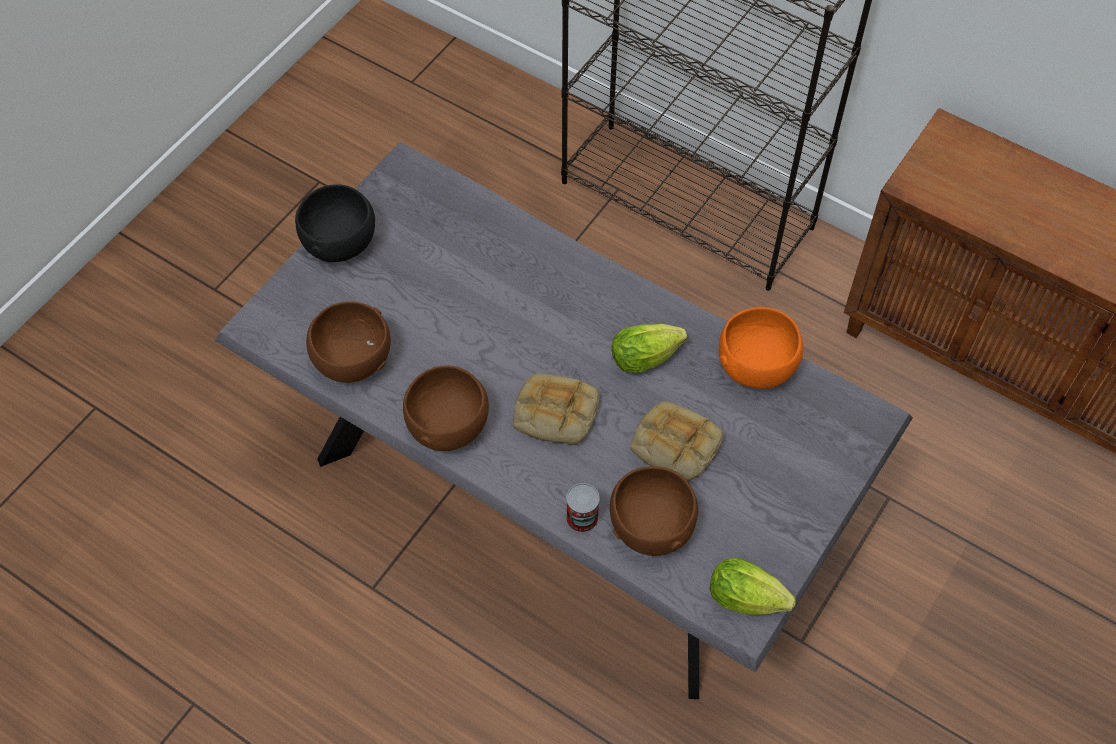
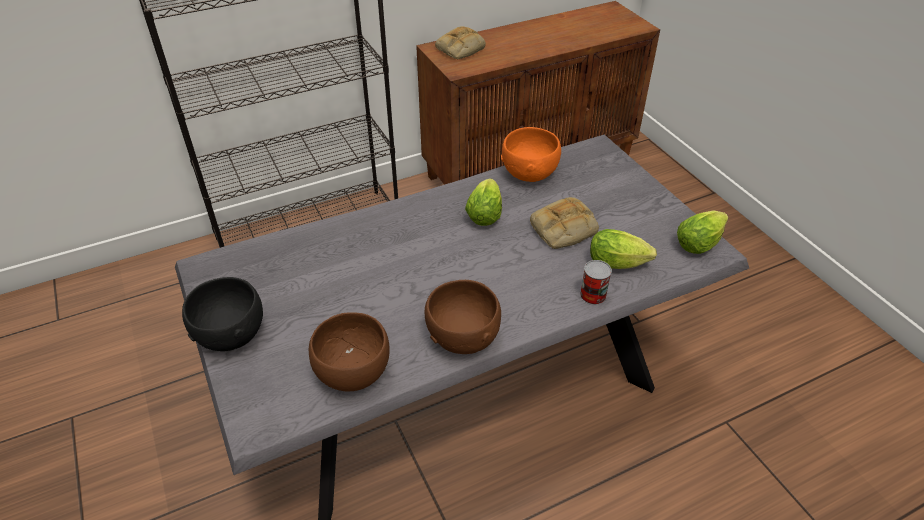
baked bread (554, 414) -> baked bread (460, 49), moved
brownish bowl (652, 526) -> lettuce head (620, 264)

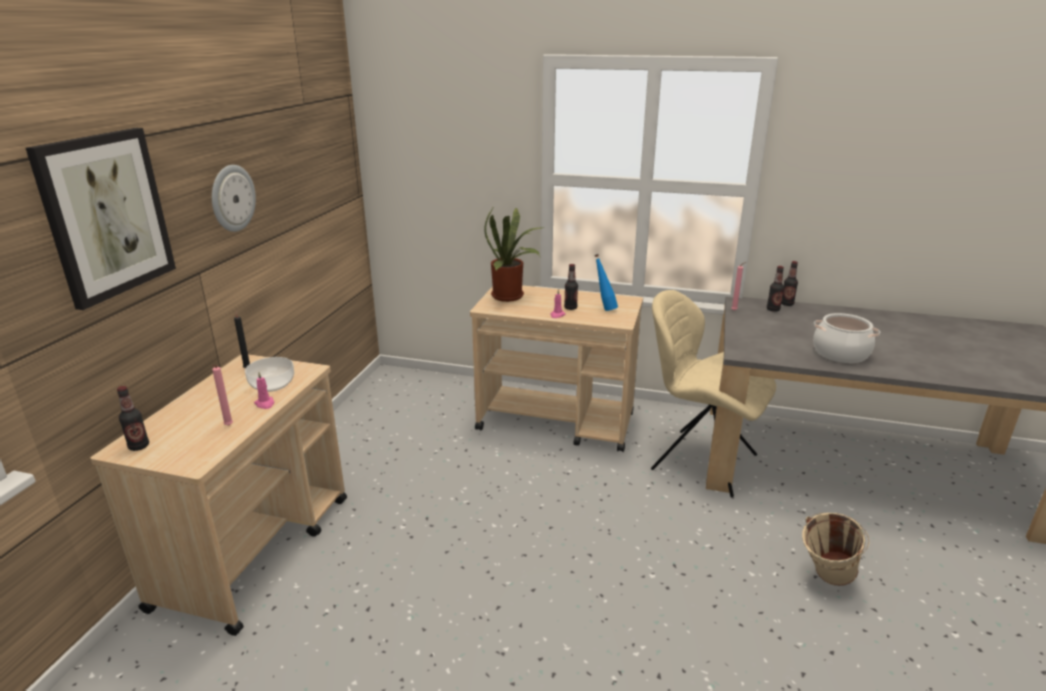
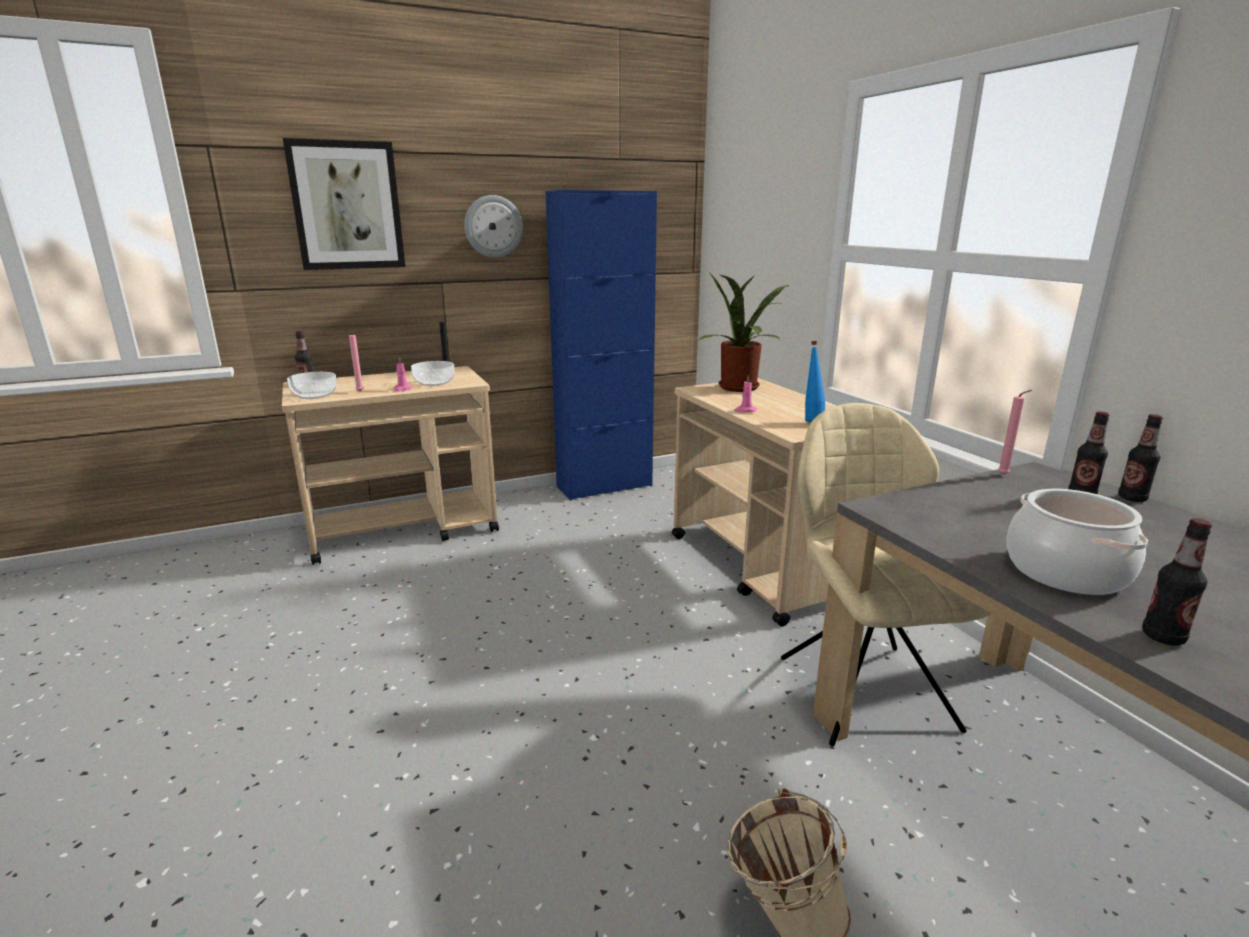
beverage bottle (570, 308) -> beverage bottle (1163, 637), moved
none -> bowl (314, 395)
none -> blue-coloured storage cabinet (604, 486)

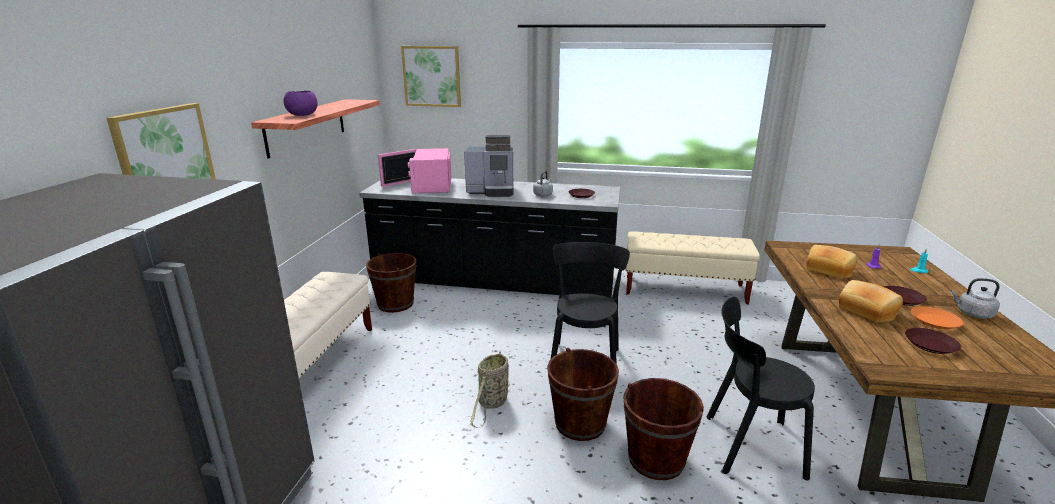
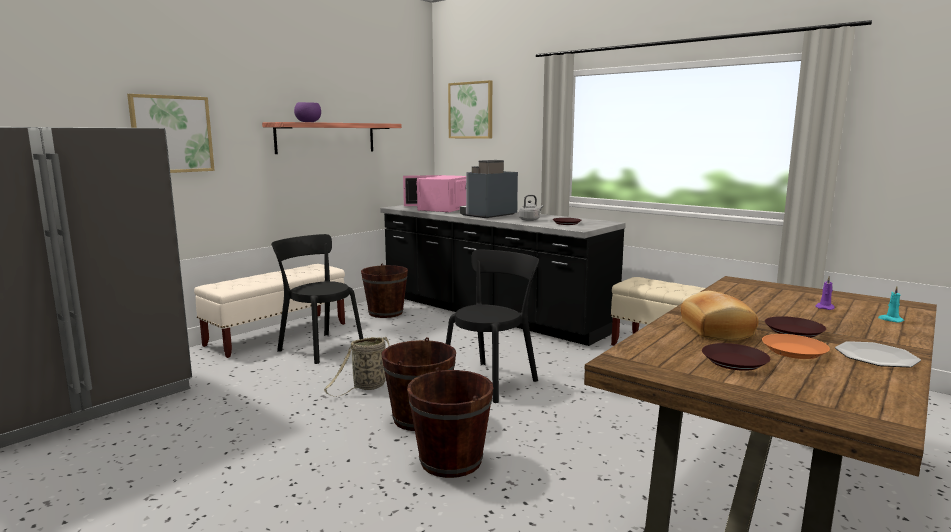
coffee brewer (492, 191) -> coffee brewer (488, 215), 105 degrees clockwise
black chair (748, 445) -> black chair (319, 347), moved
baked bread (829, 270) -> none
grey kettle (972, 313) -> flat dish (876, 357)

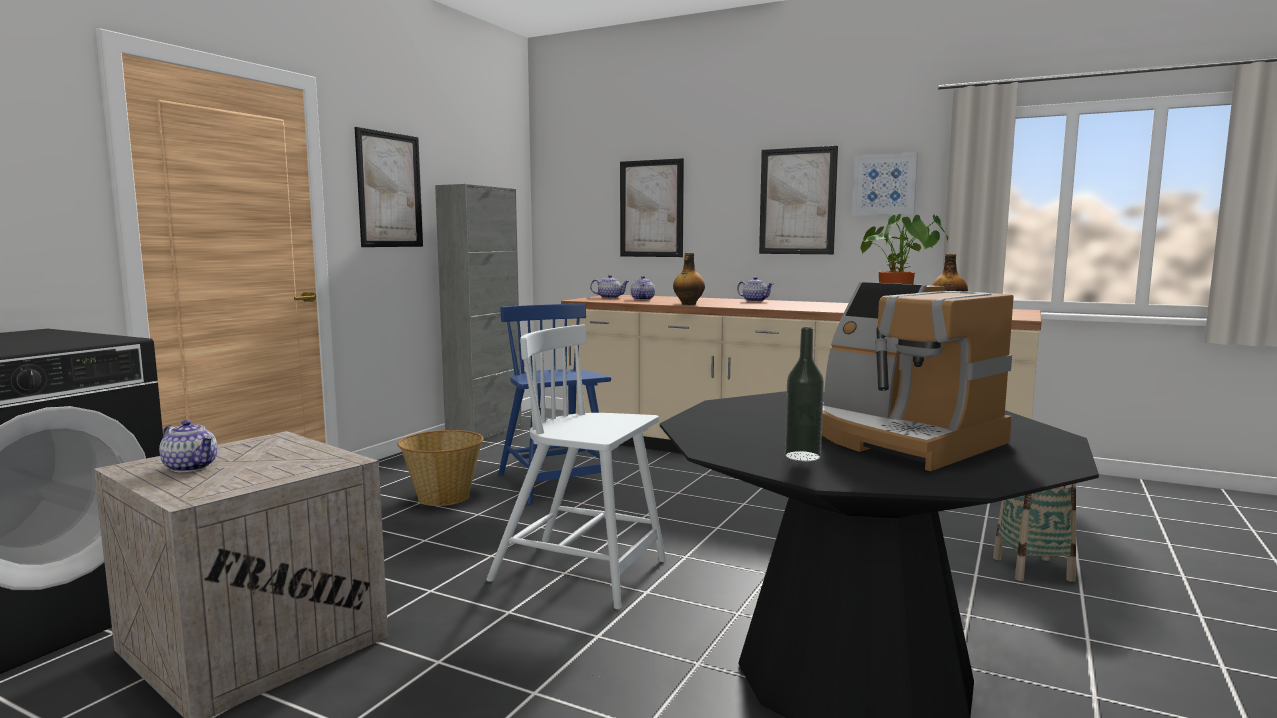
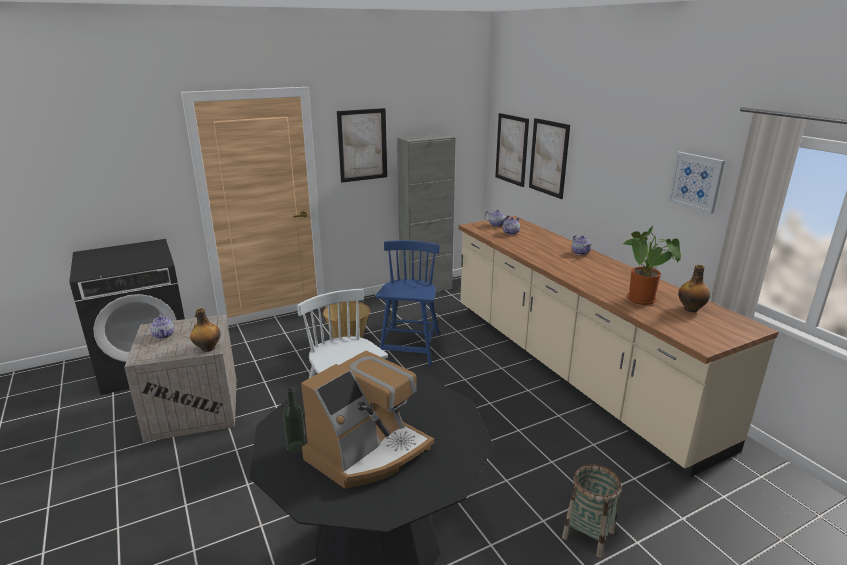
beverage bottle (688, 304) -> beverage bottle (207, 348), moved
wall picture (797, 201) -> wall picture (511, 149), moved
coffee brewer (900, 439) -> coffee brewer (368, 452), 135 degrees counterclockwise

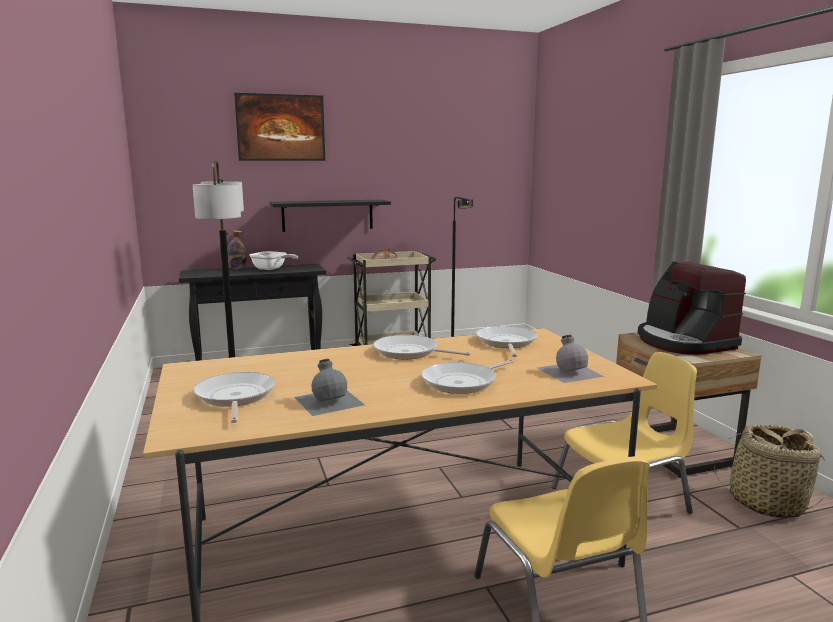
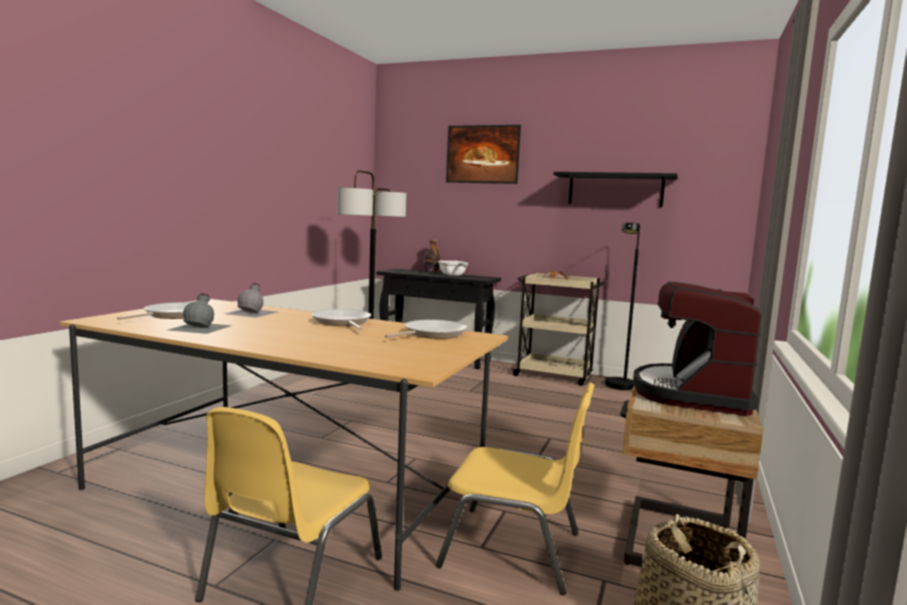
black wall shelf (327, 215) -> black wall shelf (615, 190), moved
pan (463, 382) -> none
grey beverage bottle (569, 371) -> grey beverage bottle (252, 312), moved

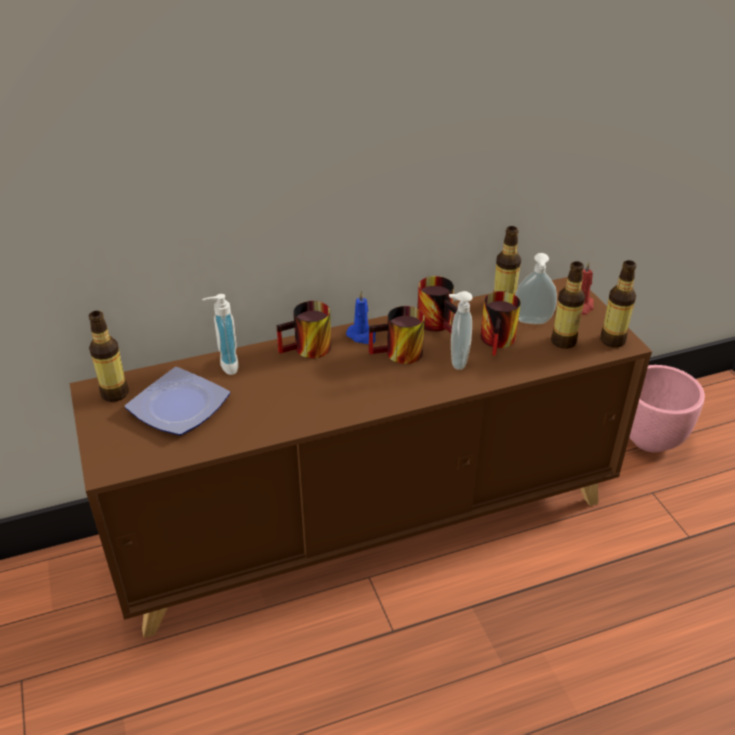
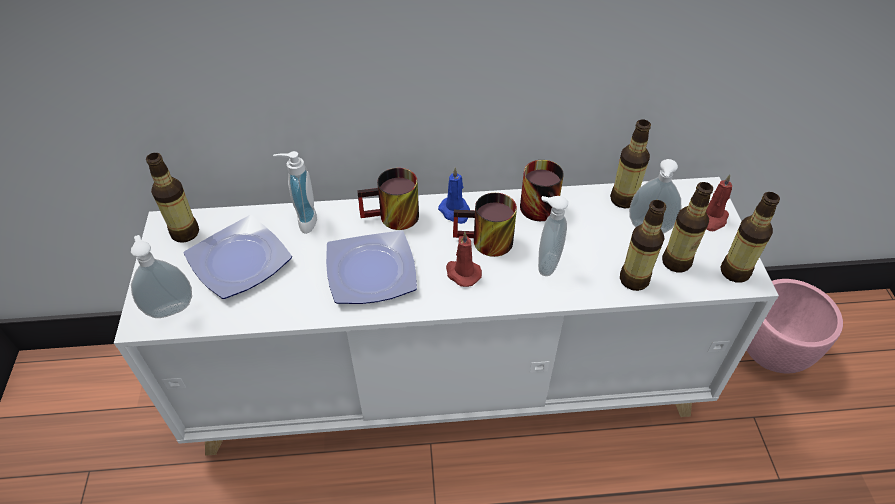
brownish storage cabinet (369, 522) -> white storage cabinet (449, 382)
mug (500, 341) -> none
none -> soap bottle (170, 307)
none -> flat dish (369, 271)
none -> reddish wax light (462, 273)
none -> beverage bottle (634, 280)

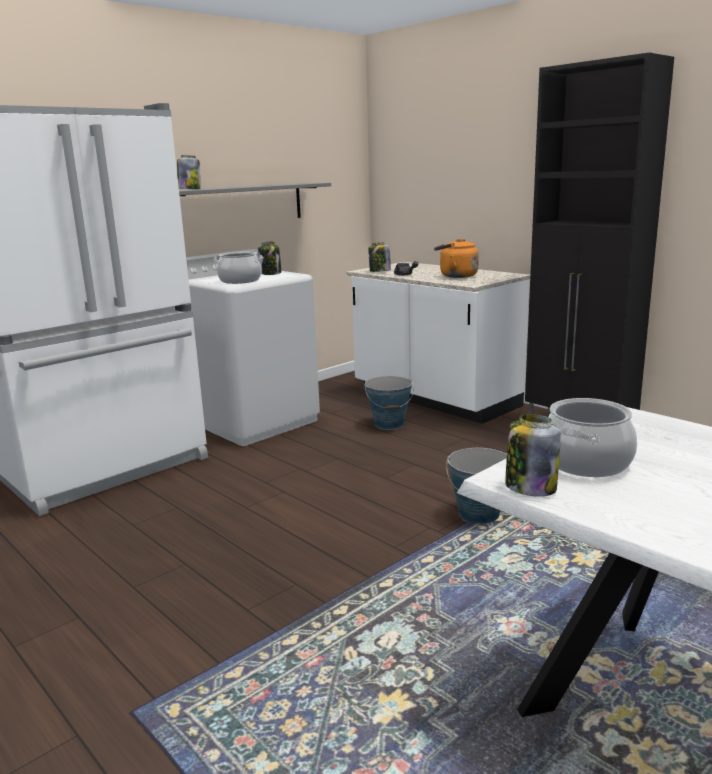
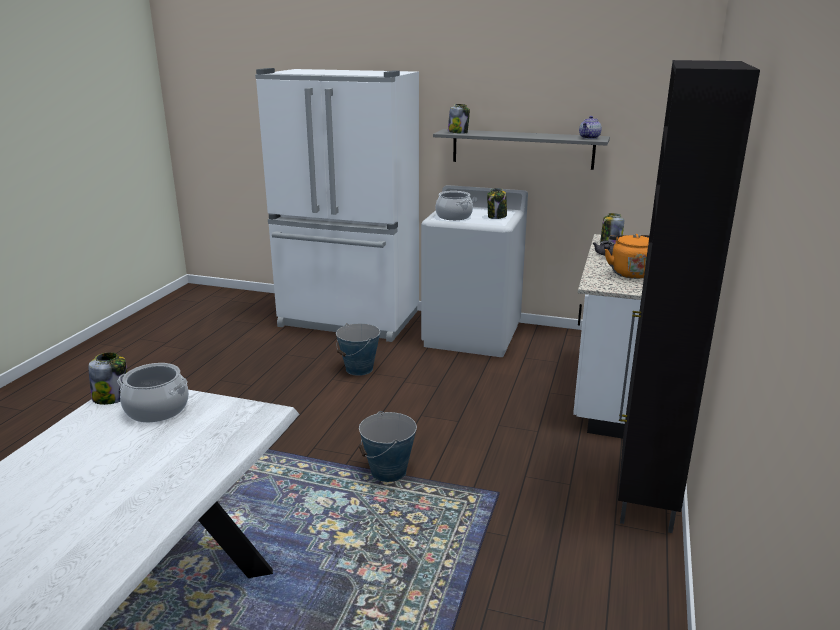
pail (389, 424) -> pail (359, 369), moved
none -> tea pot (589, 138)

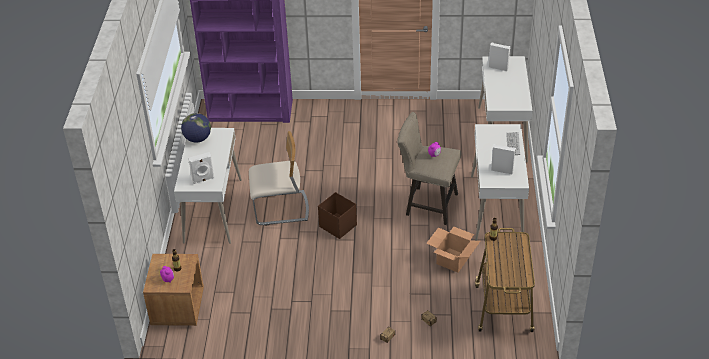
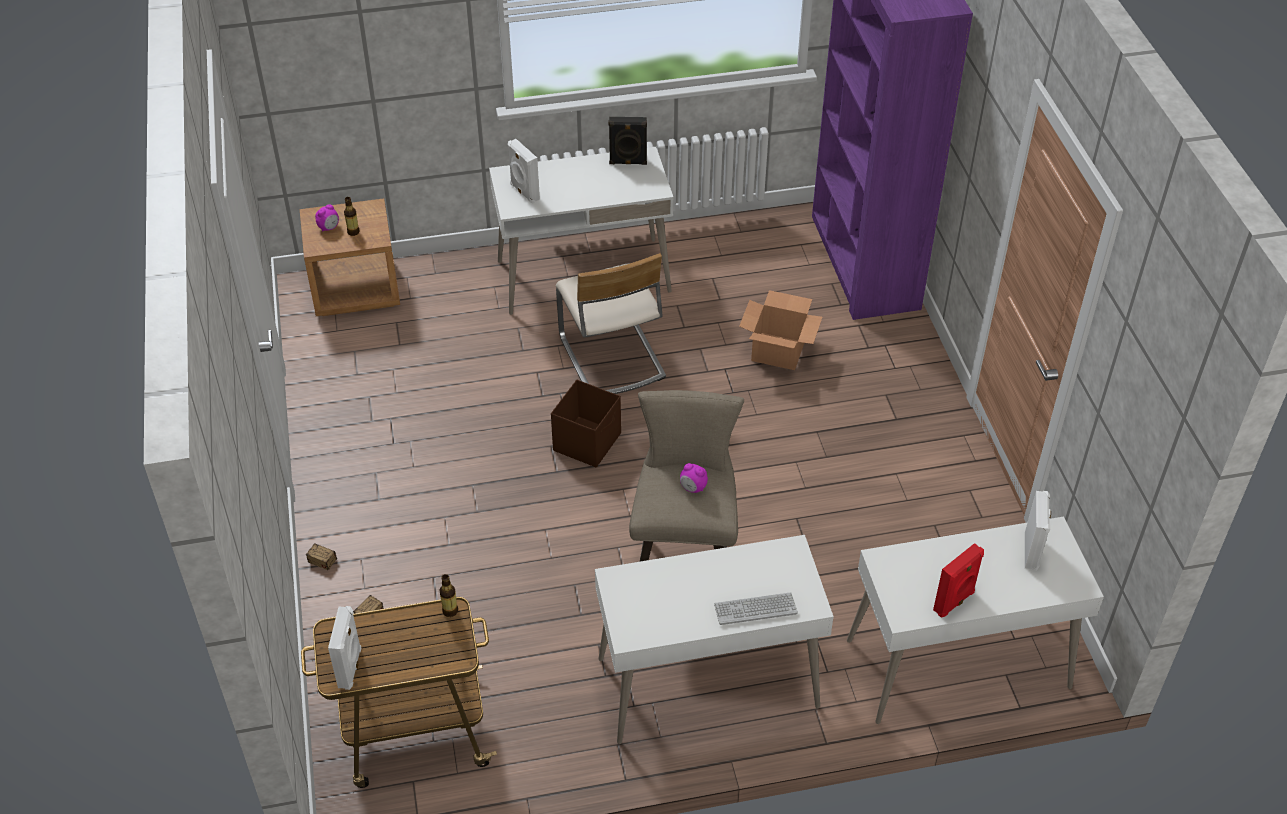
desk globe (197, 139) -> black audio speaker (628, 162)
packing box (453, 260) -> packing box (777, 351), moved
white audio speaker (502, 170) -> white audio speaker (351, 668), moved
none -> reddish audio speaker (954, 602)

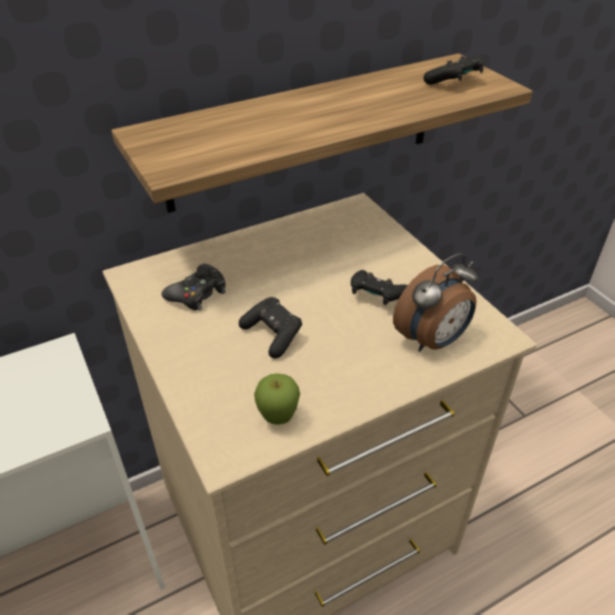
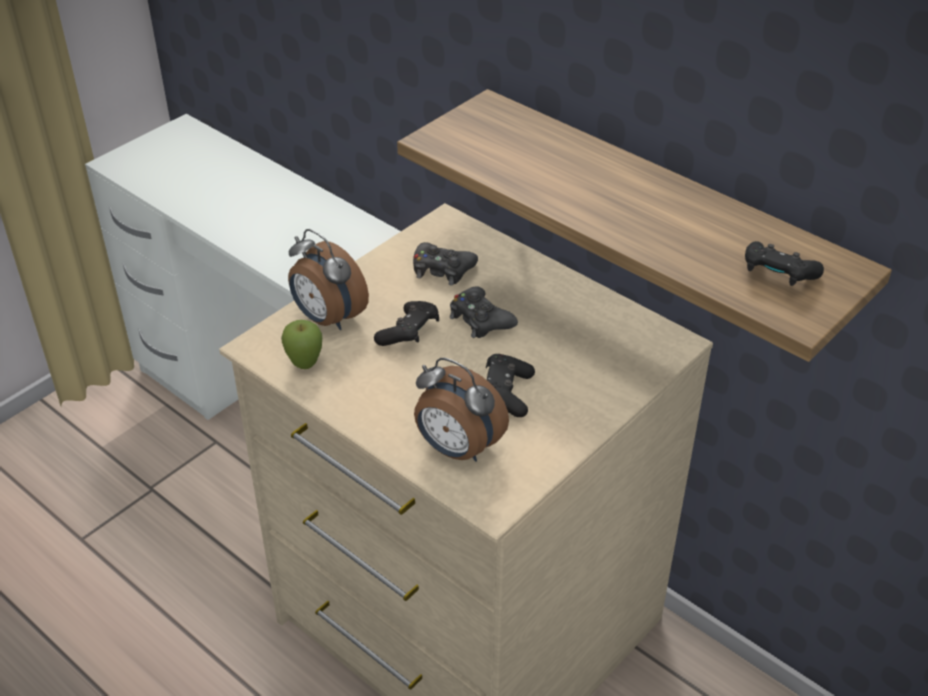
none -> alarm clock (327, 319)
none -> black joypad (480, 320)

